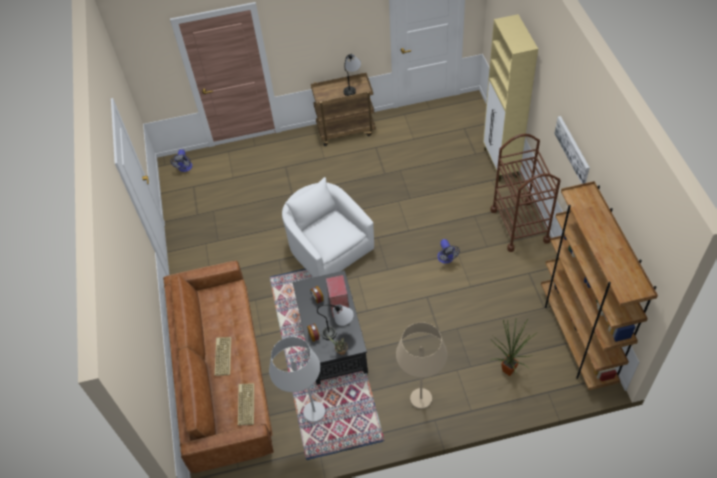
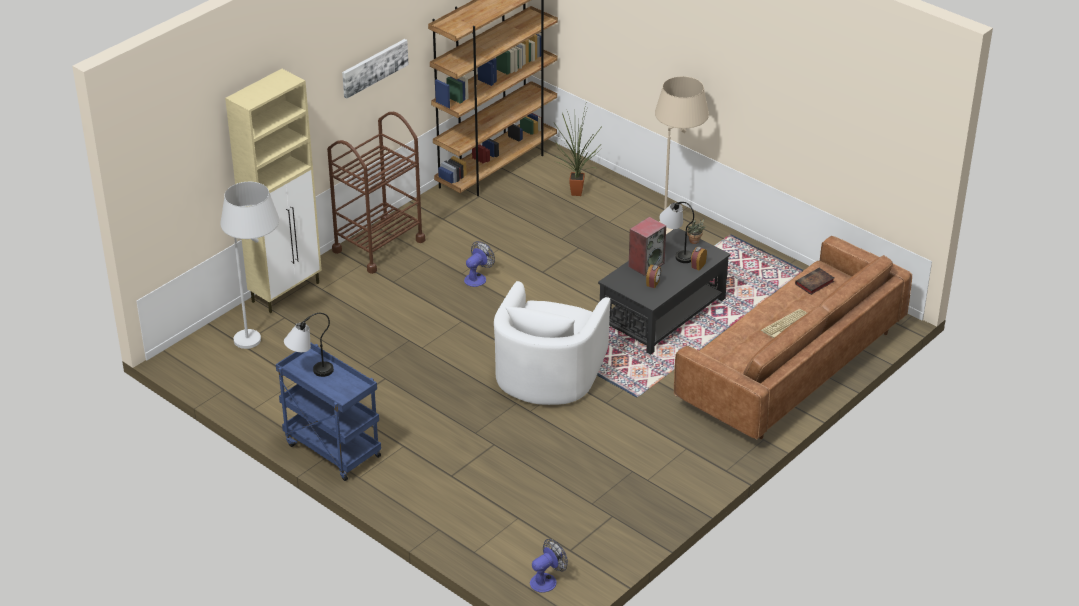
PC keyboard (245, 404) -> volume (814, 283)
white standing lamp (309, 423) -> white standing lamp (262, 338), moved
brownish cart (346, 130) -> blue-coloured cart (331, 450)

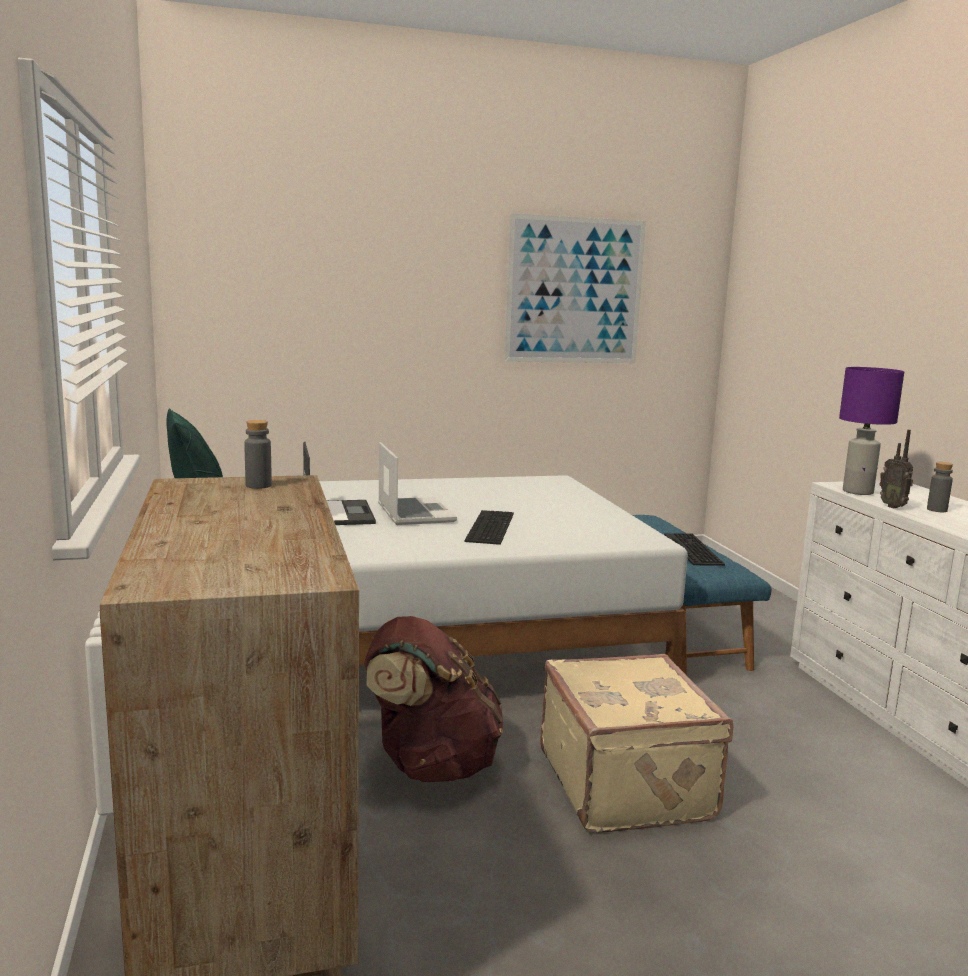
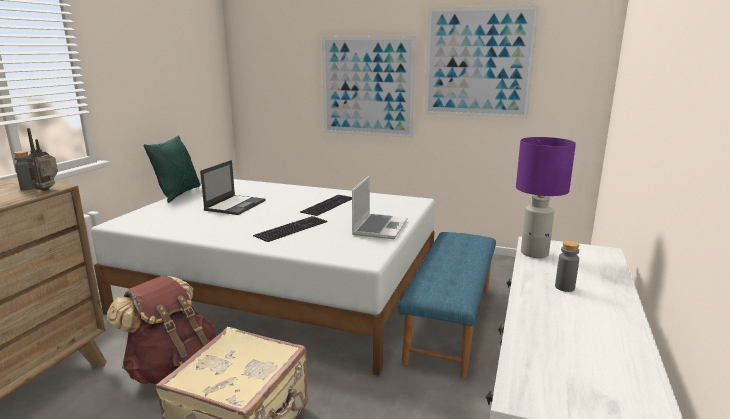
portable computer (414, 513) -> portable computer (379, 227), moved
PC keyboard (690, 548) -> PC keyboard (327, 204), moved
radio set (893, 506) -> radio set (48, 189), moved
none -> wall picture (367, 87)

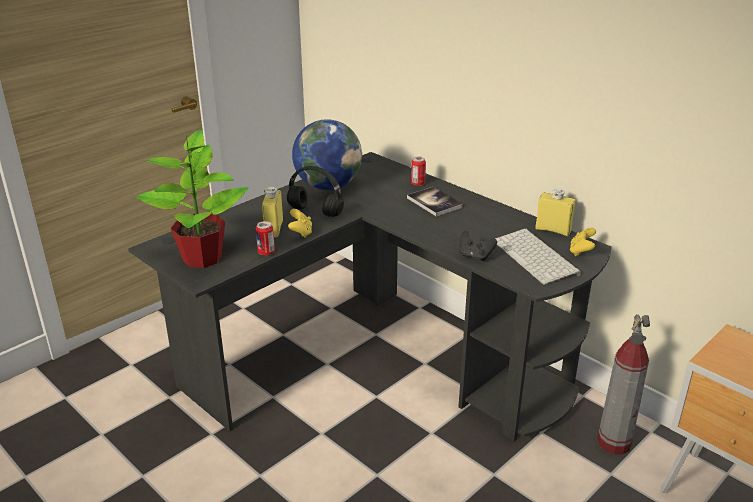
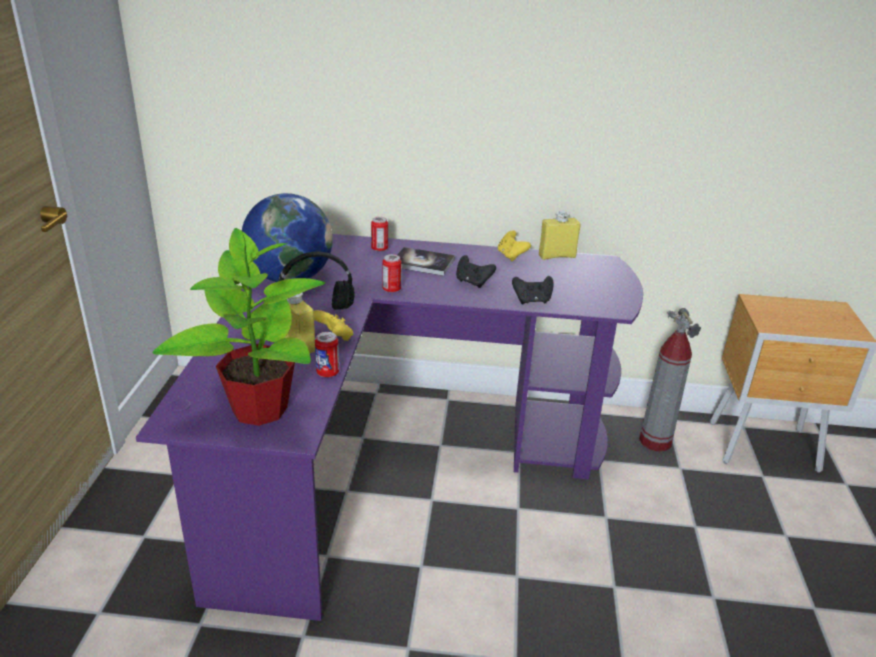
black desk unit (379, 359) -> purple desk unit (394, 461)
PC keyboard (537, 257) -> none
yellow-coloured joypad (581, 252) -> yellow-coloured joypad (511, 256), moved
none -> can (391, 289)
none -> black joypad (473, 282)

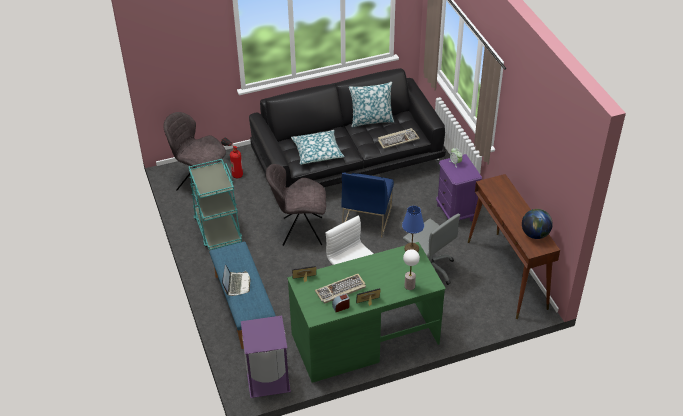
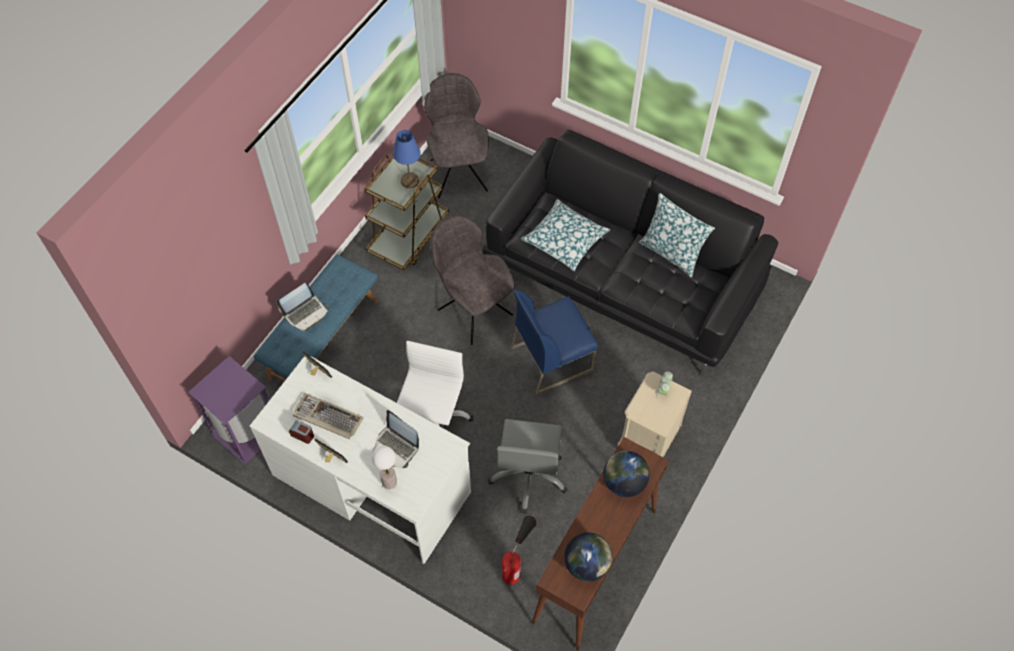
turquoise-coloured cart (218, 229) -> brownish cart (409, 236)
fire-fighting cylinder (233, 168) -> fire-fighting cylinder (517, 560), moved
green-coloured desk unit (364, 338) -> white desk unit (371, 482)
PC keyboard (398, 139) -> none
blue-coloured table lamp (412, 249) -> blue-coloured table lamp (410, 181), moved
purple nightstand (455, 212) -> sand-coloured nightstand (647, 442)
none -> portable computer (396, 447)
none -> desk globe (624, 482)

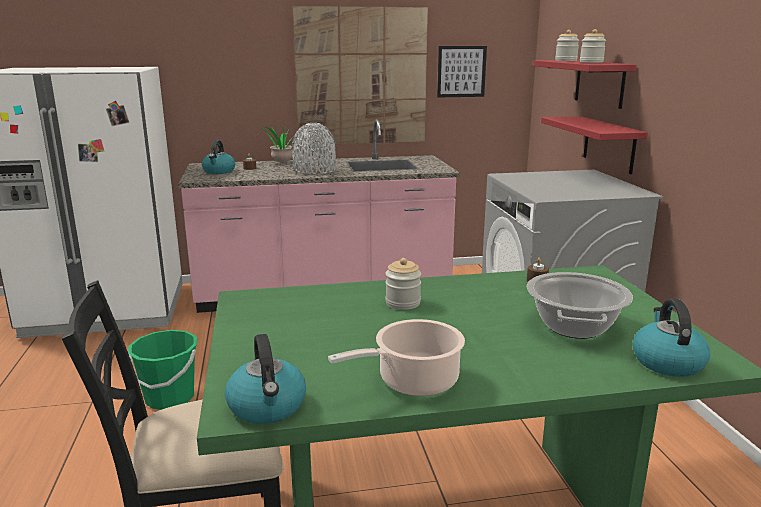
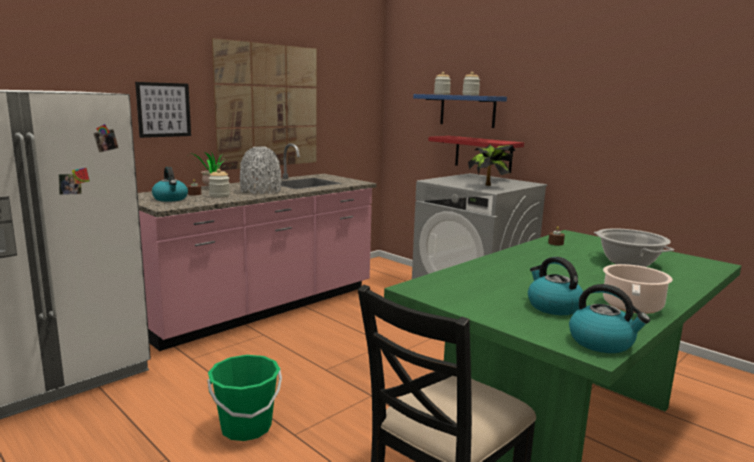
preserve jar (403, 303) -> preserve jar (219, 196), moved
wall picture (461, 71) -> wall picture (164, 110), moved
reddish wall shelf (599, 83) -> blue-coloured wall shelf (467, 110)
kettle (667, 362) -> kettle (553, 306), moved
none -> plant in a pot (488, 186)

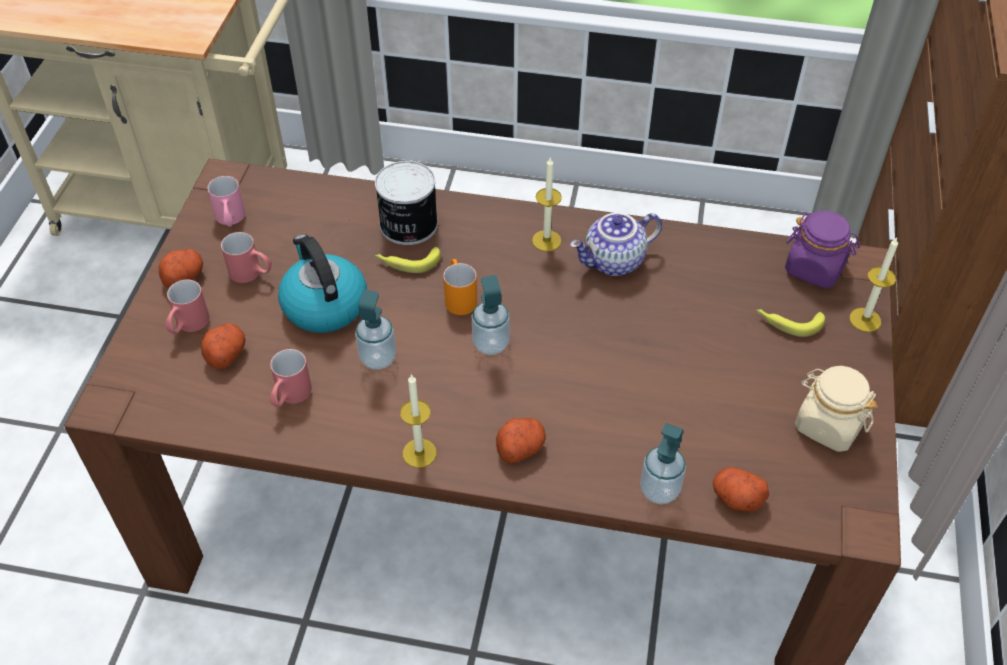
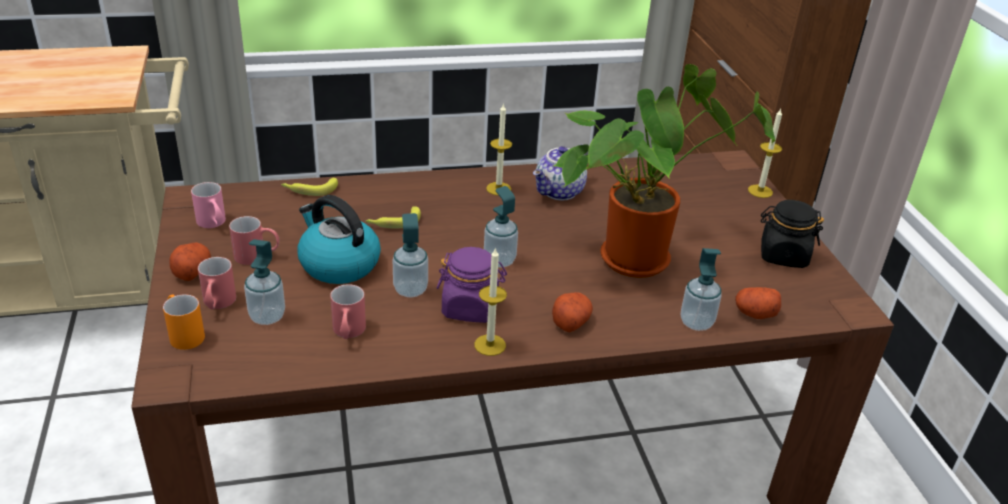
spud (225, 354) -> soap bottle (267, 316)
can (407, 225) -> none
orangey mug (459, 296) -> orangey mug (184, 333), moved
banana (788, 322) -> banana (309, 190), moved
purple preserve jar (815, 268) -> purple preserve jar (470, 308), moved
sand-coloured preserve jar (828, 425) -> black preserve jar (783, 255)
none -> plant in a pot (638, 256)

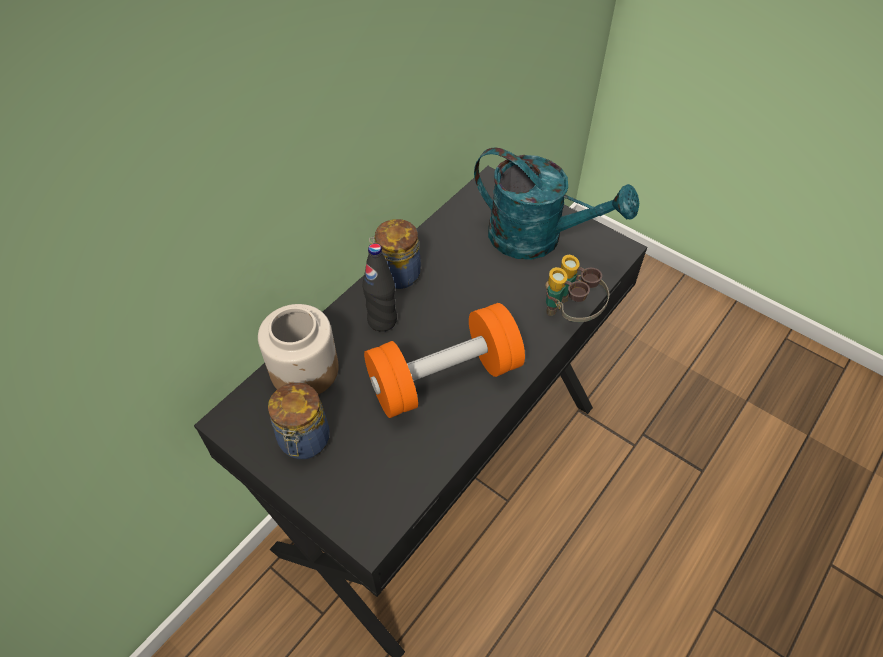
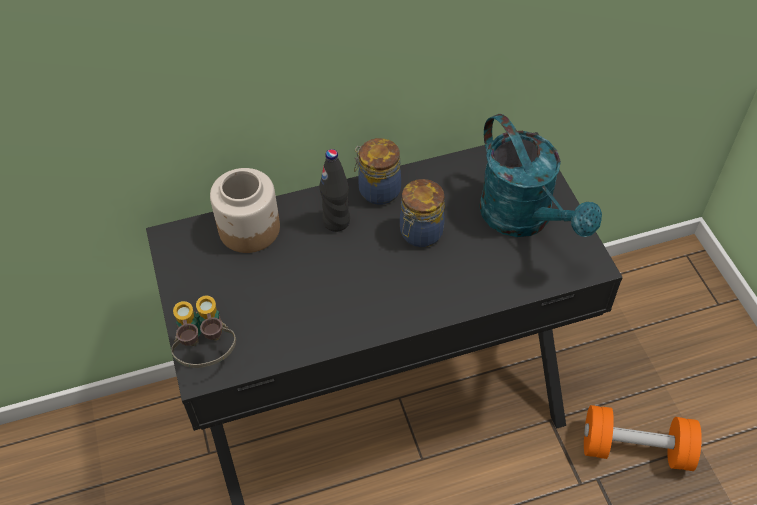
preserve jar (304, 441) -> preserve jar (420, 234), moved
orangey dumbbell (444, 378) -> orangey dumbbell (635, 448), moved
binoculars (570, 314) -> binoculars (207, 353), moved

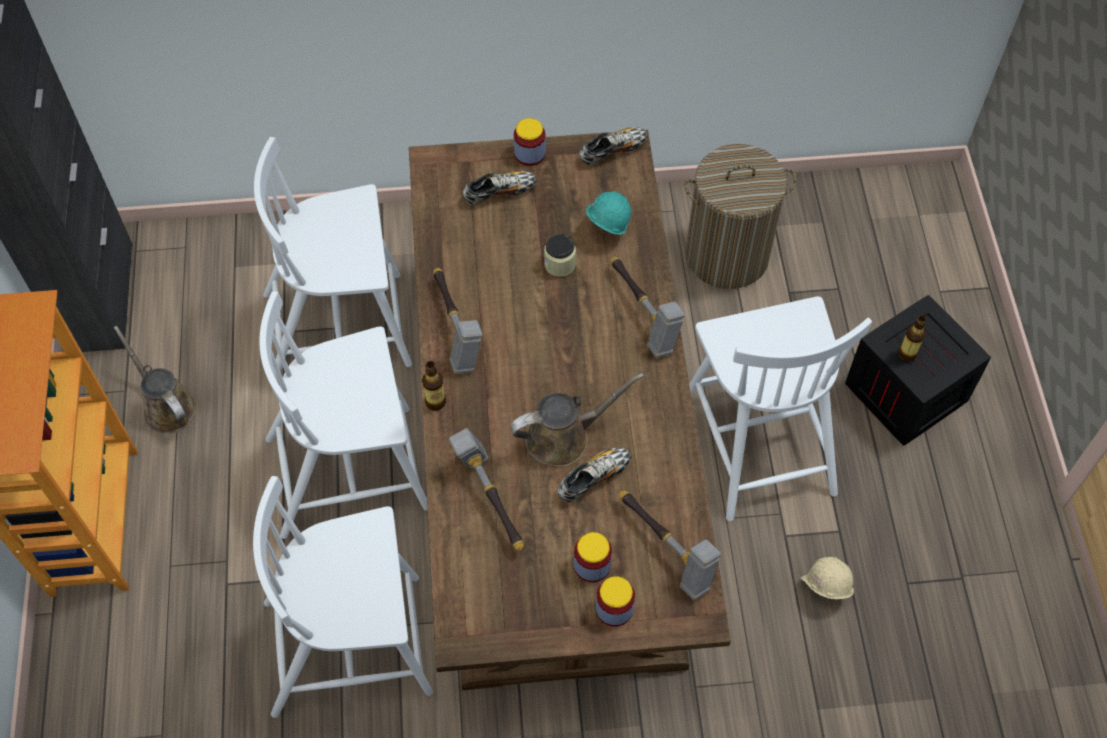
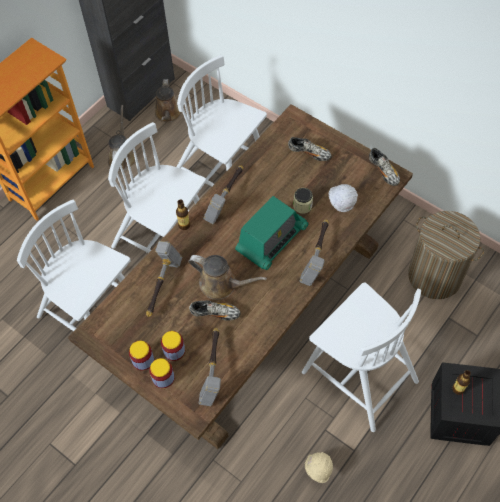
preserve jar (530, 154) -> preserve jar (143, 360), moved
item of footwear (612, 151) -> item of footwear (383, 171), 45 degrees clockwise
turquoise-coloured work helmet (606, 230) -> white work helmet (341, 206)
white chair (757, 441) -> white chair (358, 375), 75 degrees counterclockwise
none -> brownish watering pot (168, 114)
none -> radio set (271, 239)

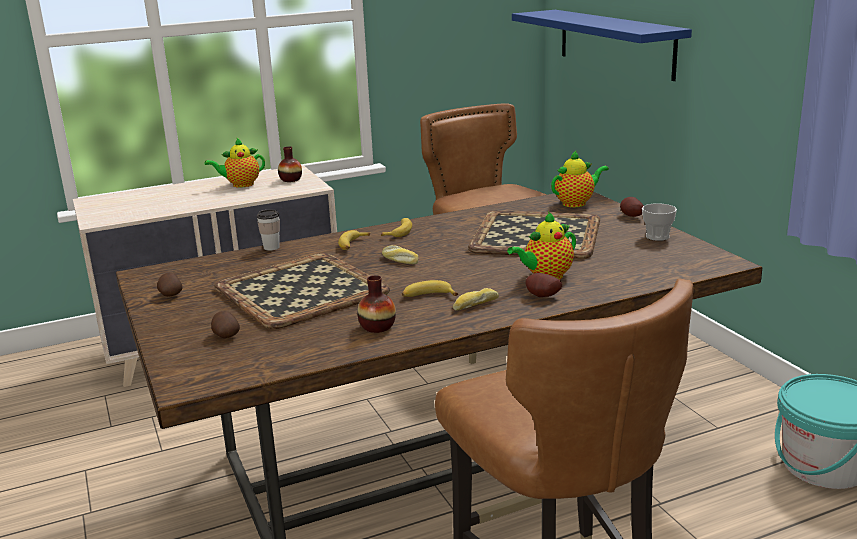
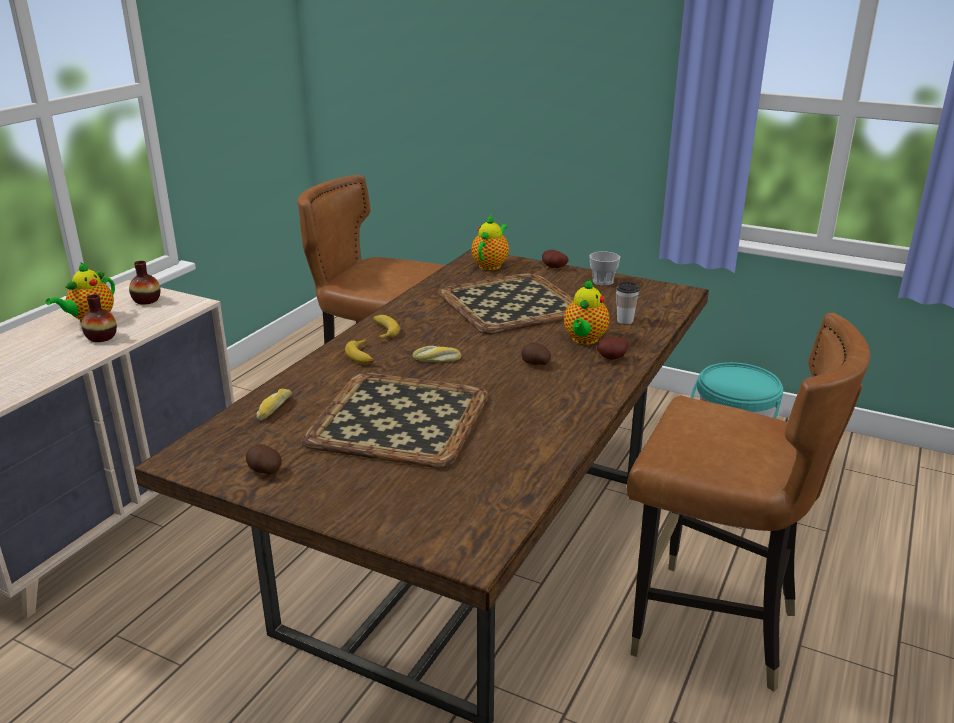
spud (225, 336) -> spud (535, 364), moved
small cup (271, 247) -> small cup (625, 320), moved
vase (377, 327) -> vase (101, 337), moved
banana (428, 296) -> none
baked bread (475, 304) -> baked bread (273, 409), moved
blue-coloured wall shelf (615, 43) -> none

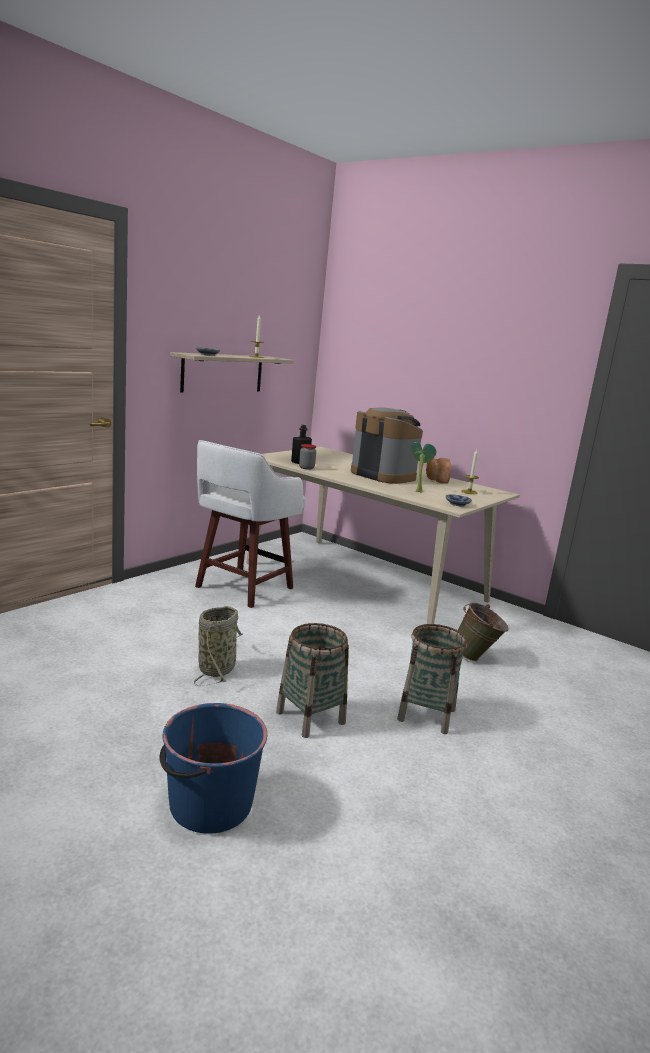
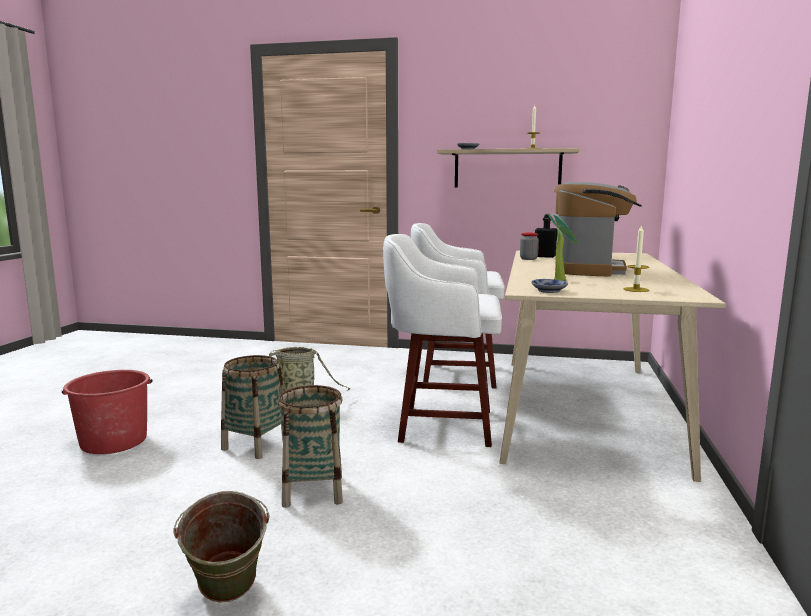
blue-coloured pail (209, 805) -> reddish pail (113, 441)
baked bread (436, 479) -> none
green-coloured pail (476, 658) -> green-coloured pail (227, 599), moved
none -> white stool seat (441, 425)

